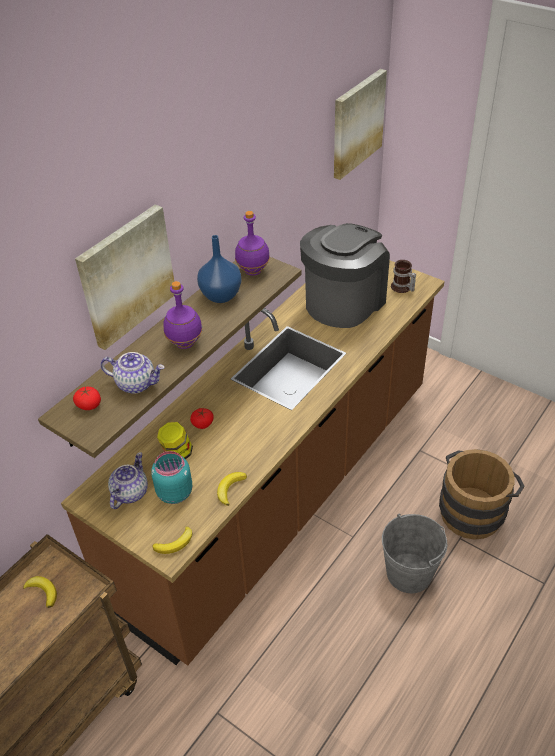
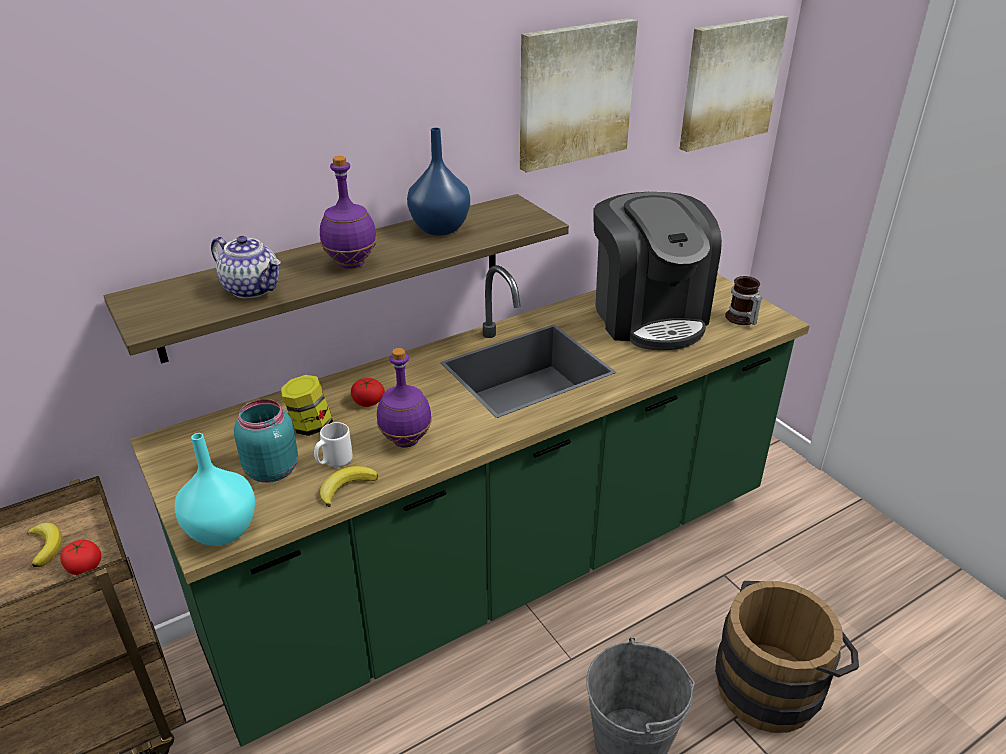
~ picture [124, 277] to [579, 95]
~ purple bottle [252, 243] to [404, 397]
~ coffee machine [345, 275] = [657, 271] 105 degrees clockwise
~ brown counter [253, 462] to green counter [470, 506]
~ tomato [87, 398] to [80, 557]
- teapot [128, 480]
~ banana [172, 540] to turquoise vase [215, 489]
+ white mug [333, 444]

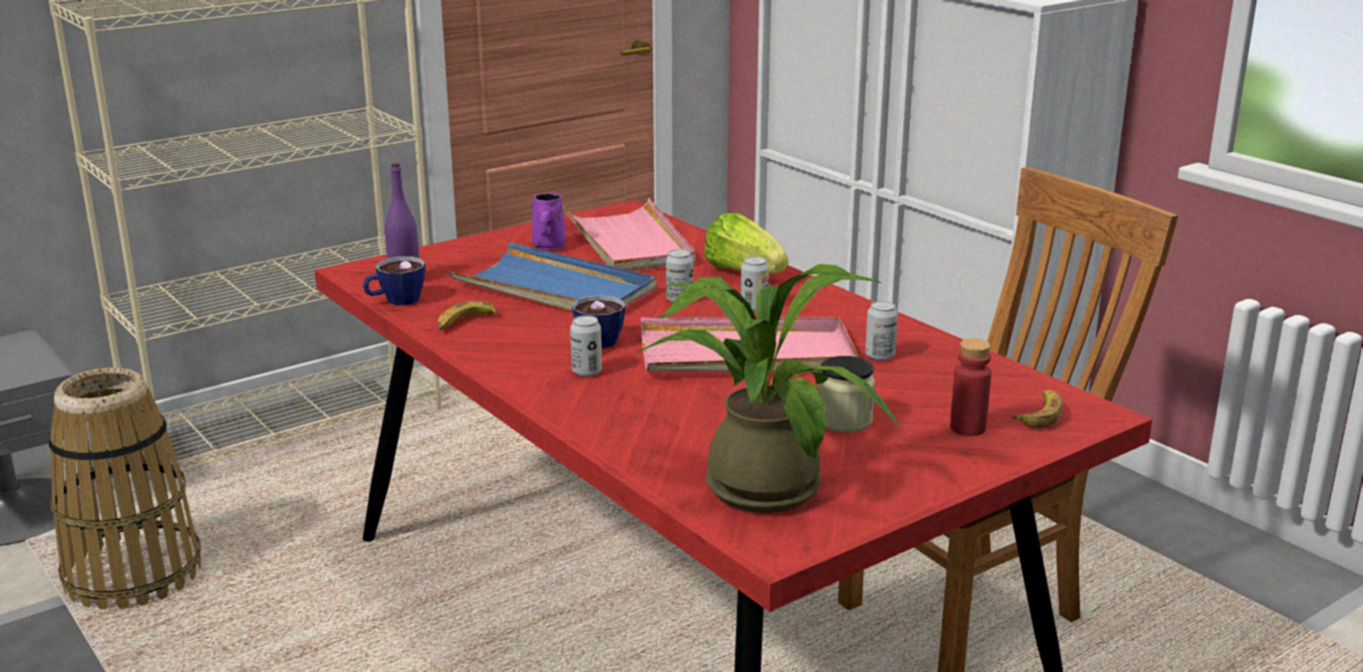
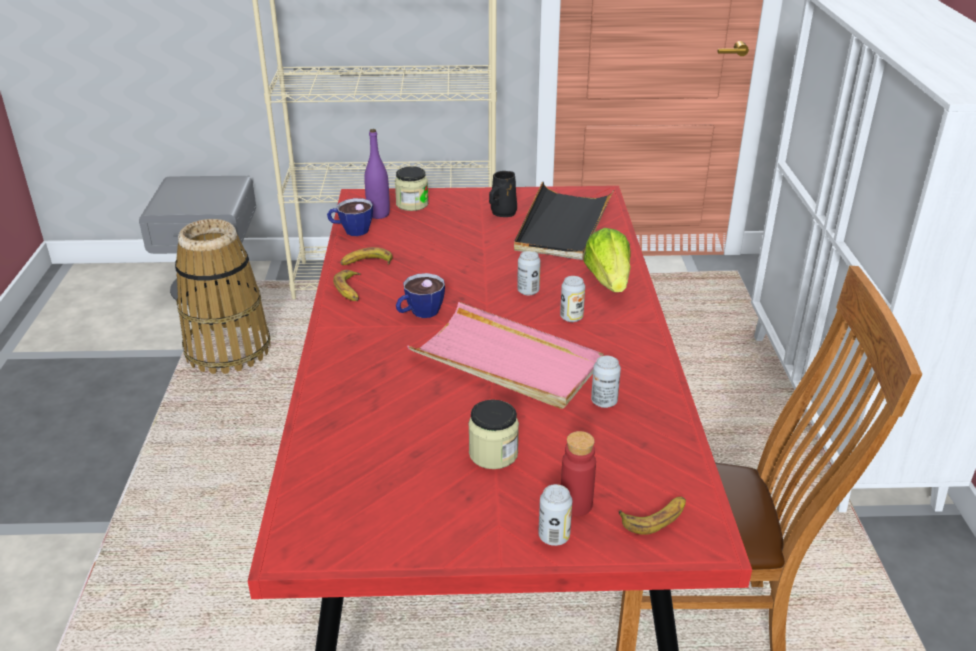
~ purple mug [549, 222] to black mug [503, 194]
~ pink tray [629, 234] to black tray [564, 220]
- blue tray [552, 276]
- potted plant [767, 388]
~ can [586, 346] to [555, 515]
+ jar [412, 188]
+ banana [347, 285]

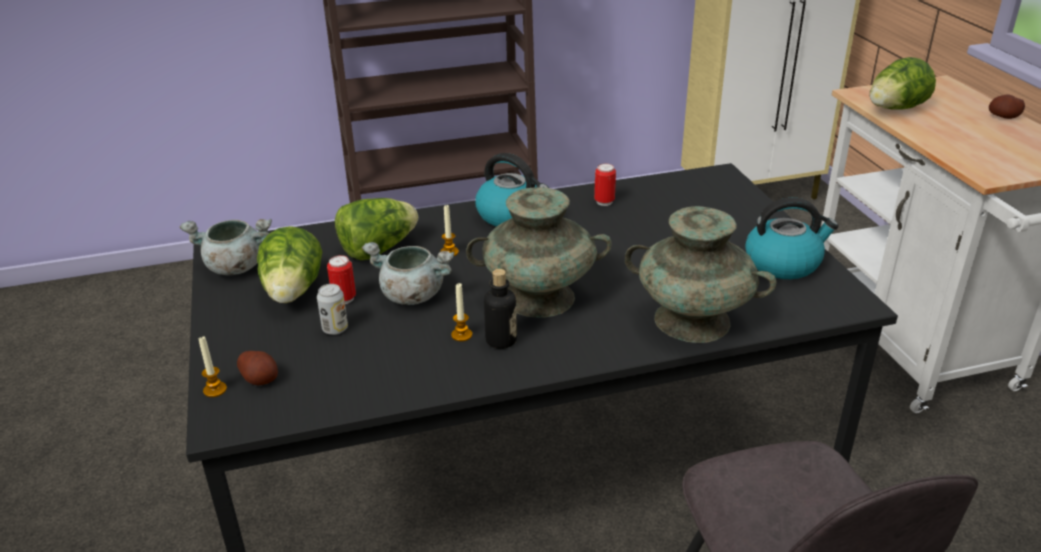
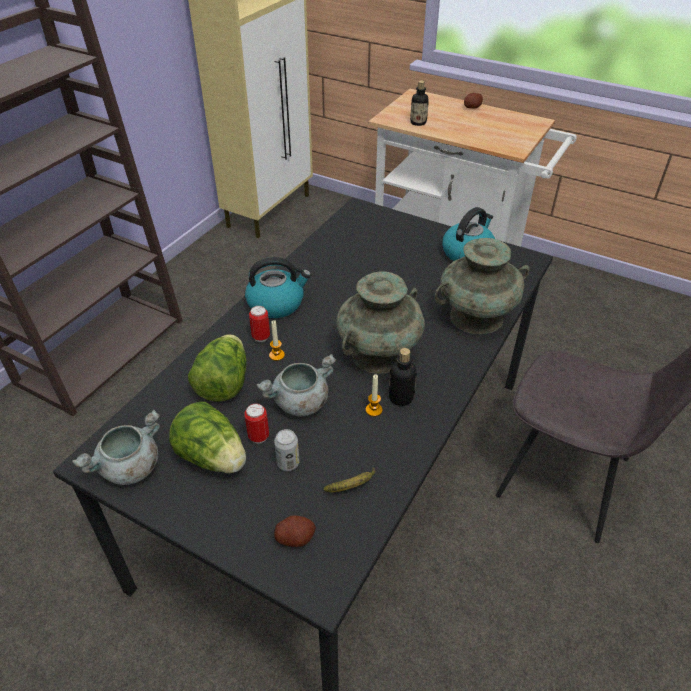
~ lettuce [903, 83] to bottle [419, 103]
~ can [605, 185] to [259, 324]
- candle [213, 366]
+ banana [350, 480]

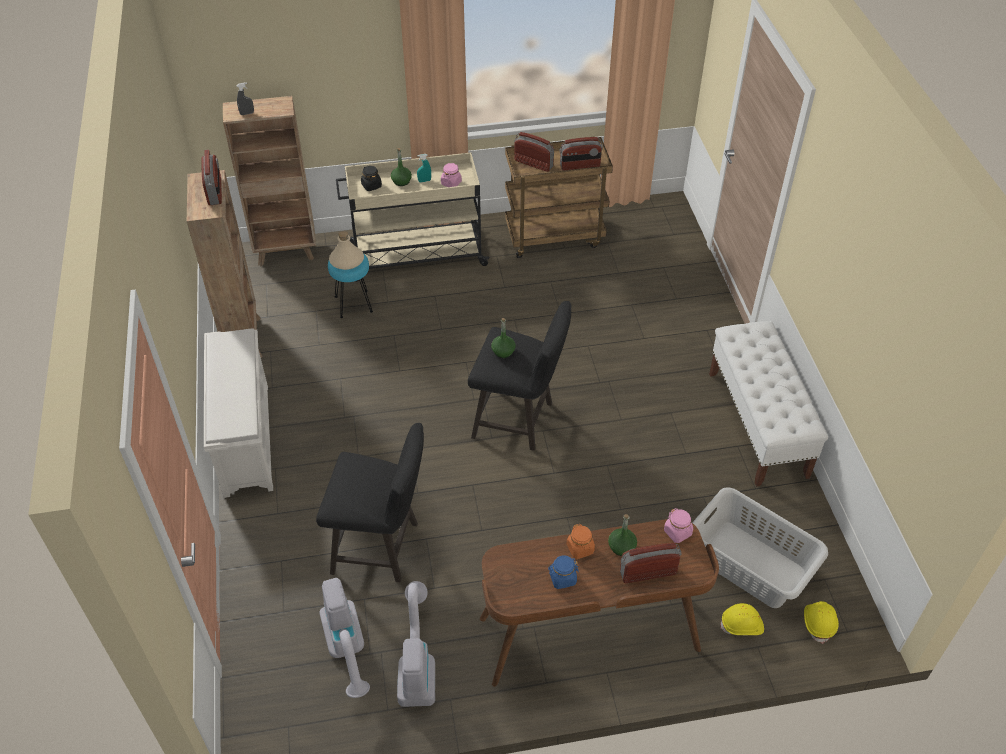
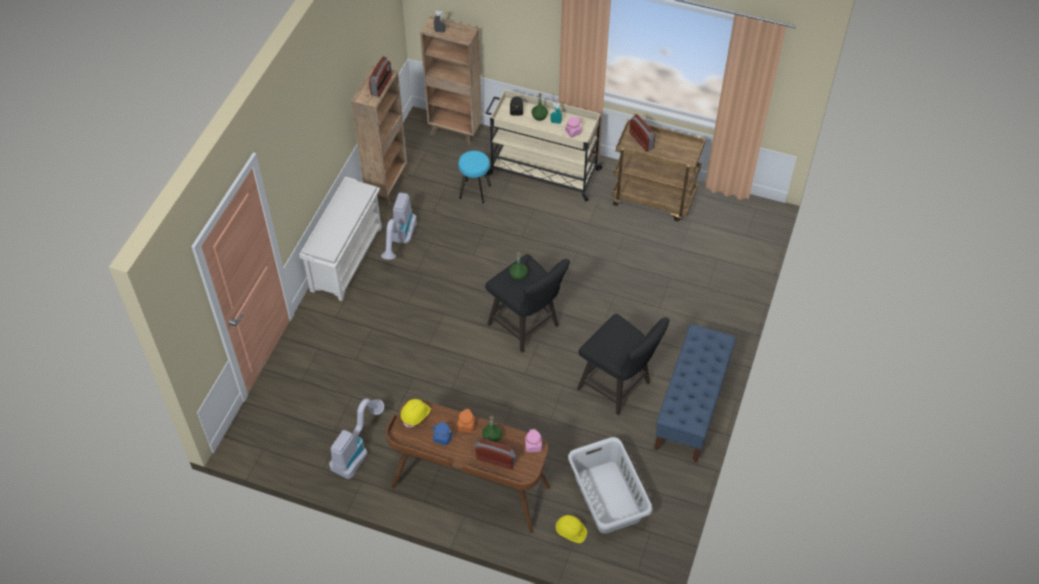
- radio [581, 154]
- beige bottle [346, 250]
~ white bench [768, 404] to blue bench [695, 393]
~ black stool [370, 502] to [623, 364]
~ vacuum cleaner [345, 638] to [399, 226]
~ yellow hard hat [821, 622] to [416, 413]

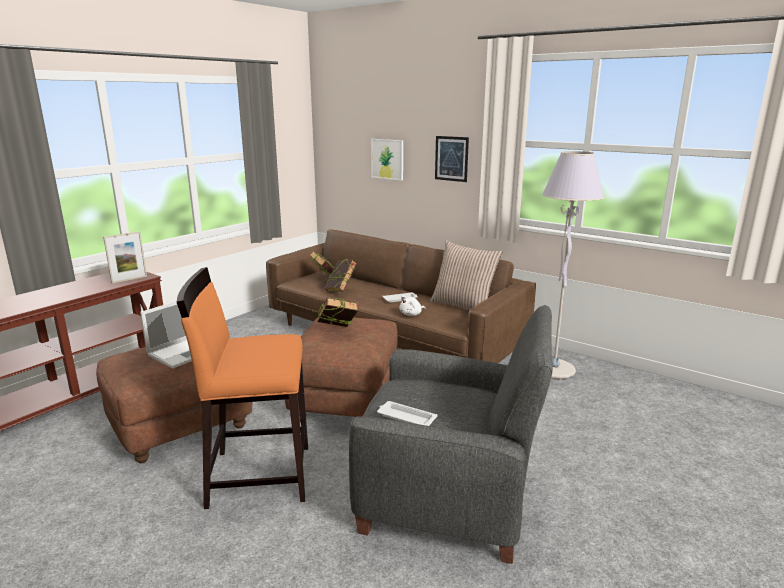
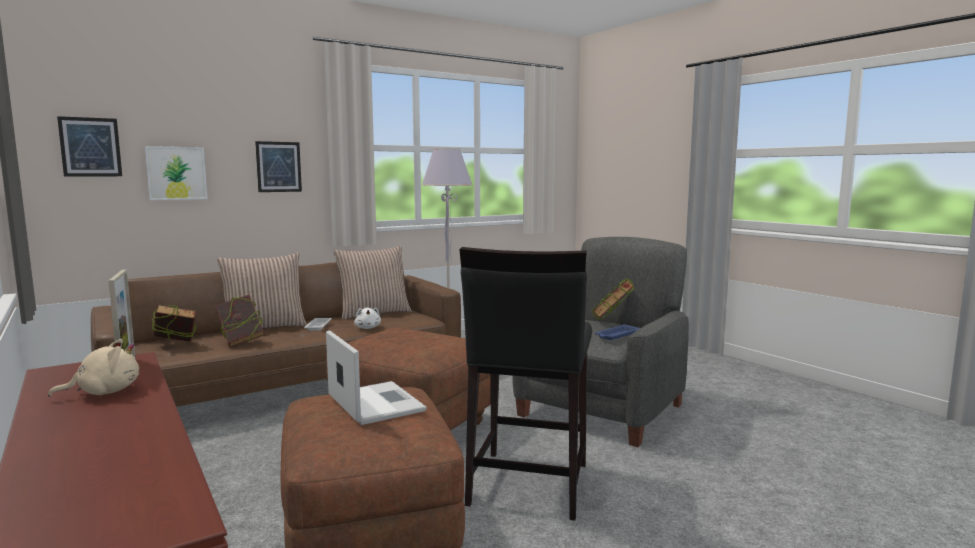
~ orange stool [242, 388] to black stool [525, 383]
~ book [338, 312] to [613, 299]
~ white tray [407, 413] to blue tray [617, 332]
+ picture [89, 146]
+ pillow [262, 292]
+ beige plush toy [93, 368]

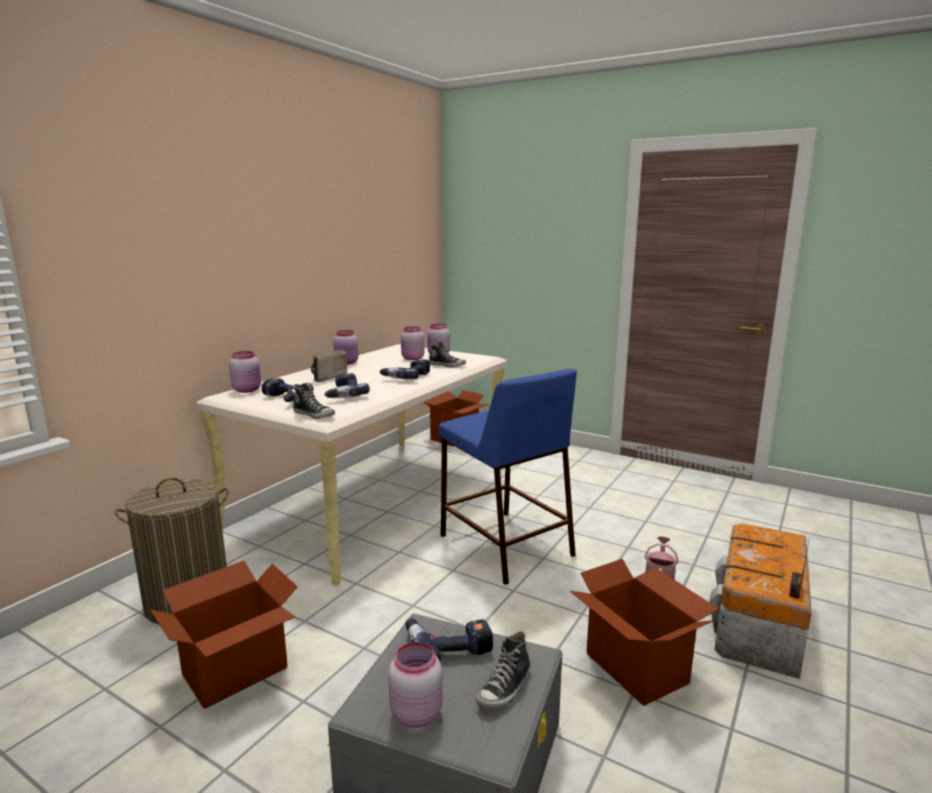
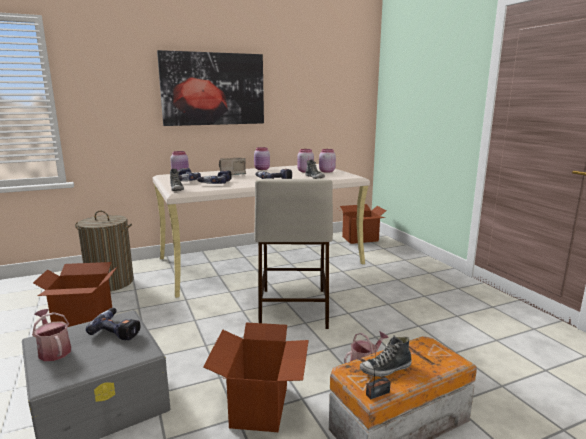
~ blue stool [508, 477] to beige stool [293, 253]
~ shoe [503, 670] to [386, 356]
~ pink jar [415, 685] to watering can [51, 335]
+ picture [210, 88]

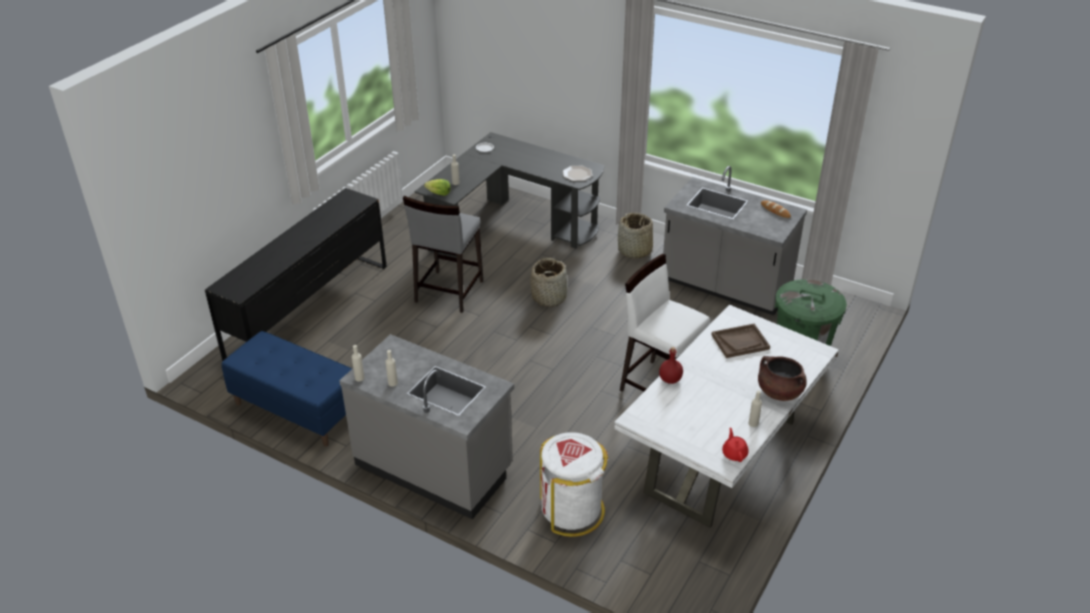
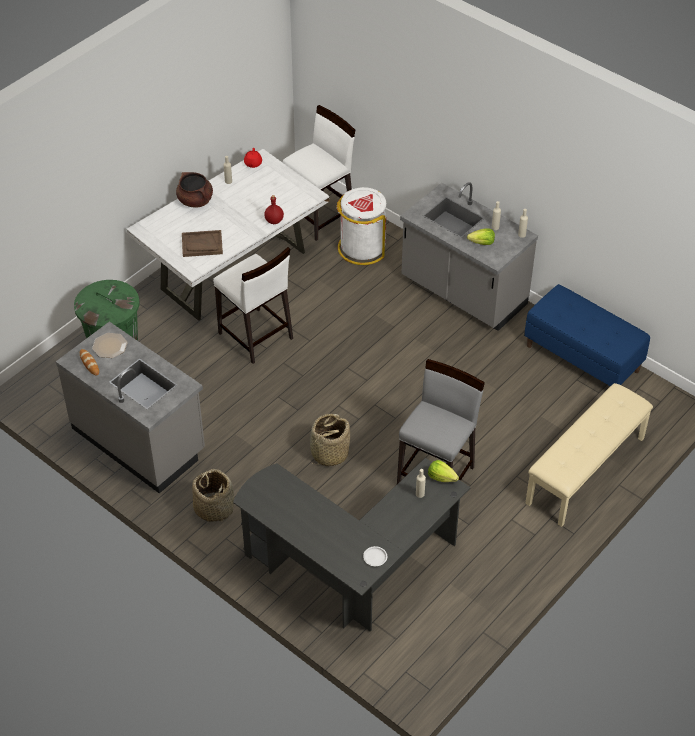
~ plate [577, 173] to [110, 345]
~ black dresser [296, 274] to beige bench [589, 455]
+ white stool [319, 173]
+ lettuce [481, 236]

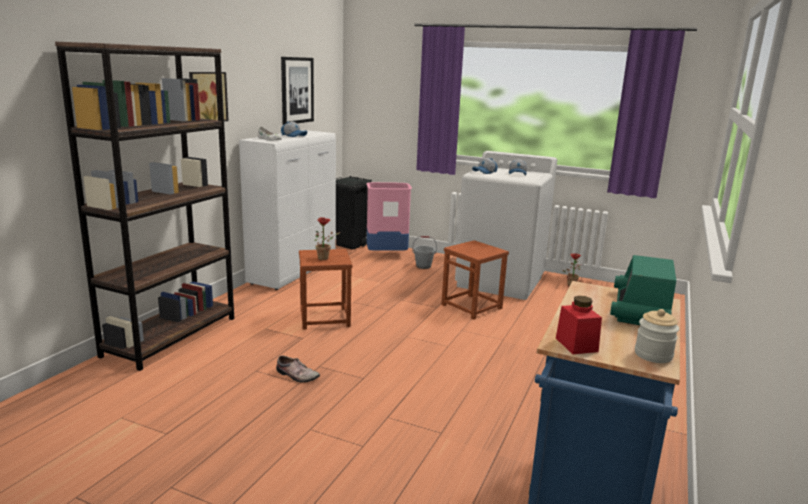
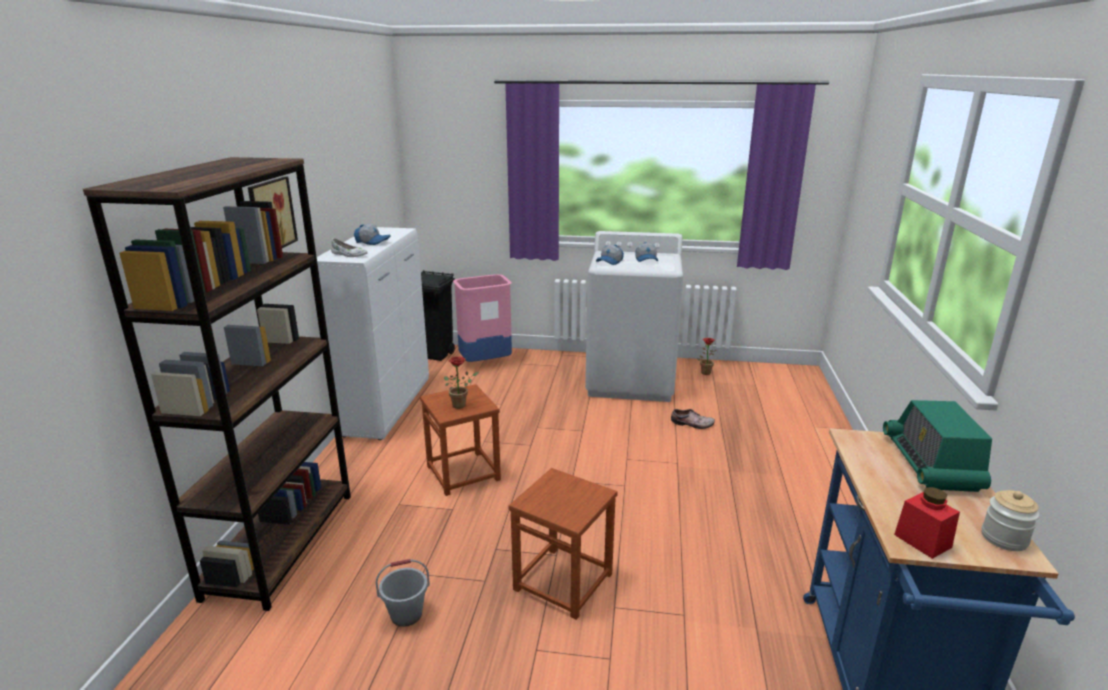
- picture [297, 91]
~ grey bucket [424, 252] to [403, 593]
~ brown stool [475, 279] to [563, 544]
~ shoe [298, 369] to [693, 419]

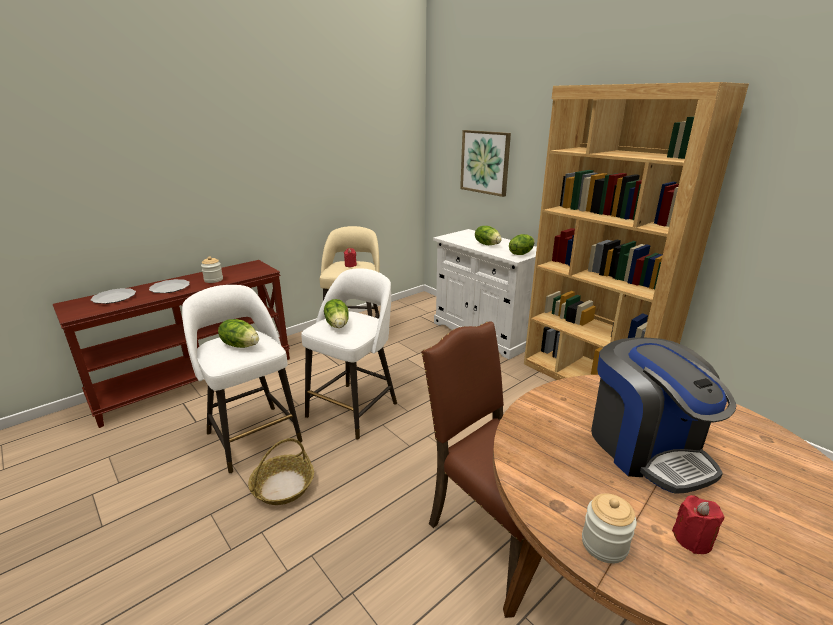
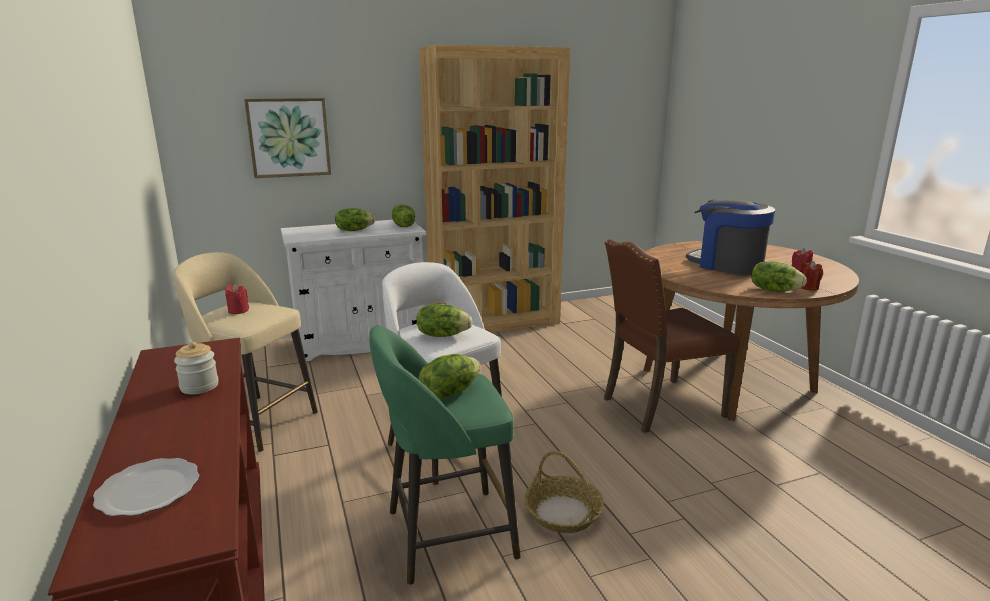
- plate [169, 286]
~ white stool [242, 379] to green stool [445, 455]
~ coffee machine [664, 416] = [730, 237] 135 degrees counterclockwise
~ jar [609, 528] to red candle [811, 276]
+ lettuce [779, 276]

